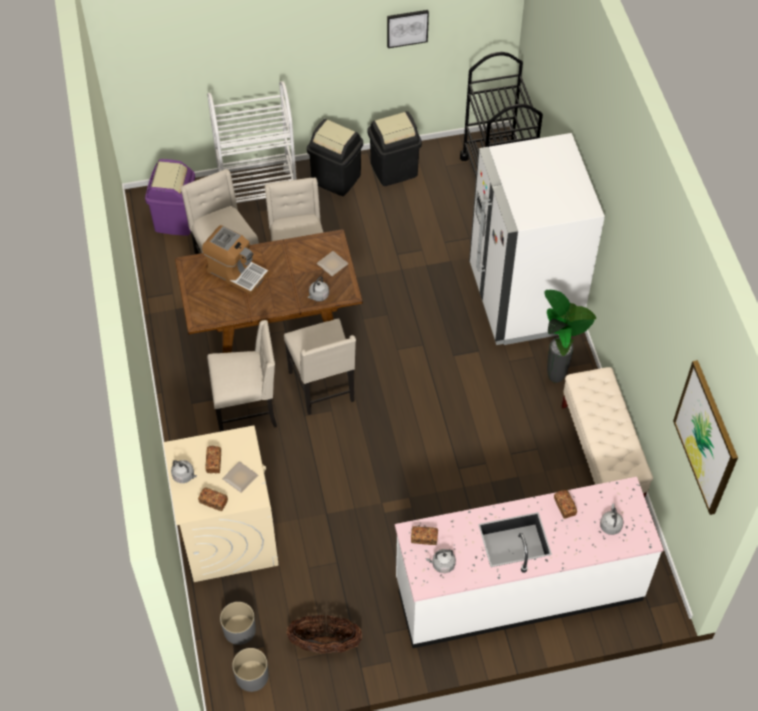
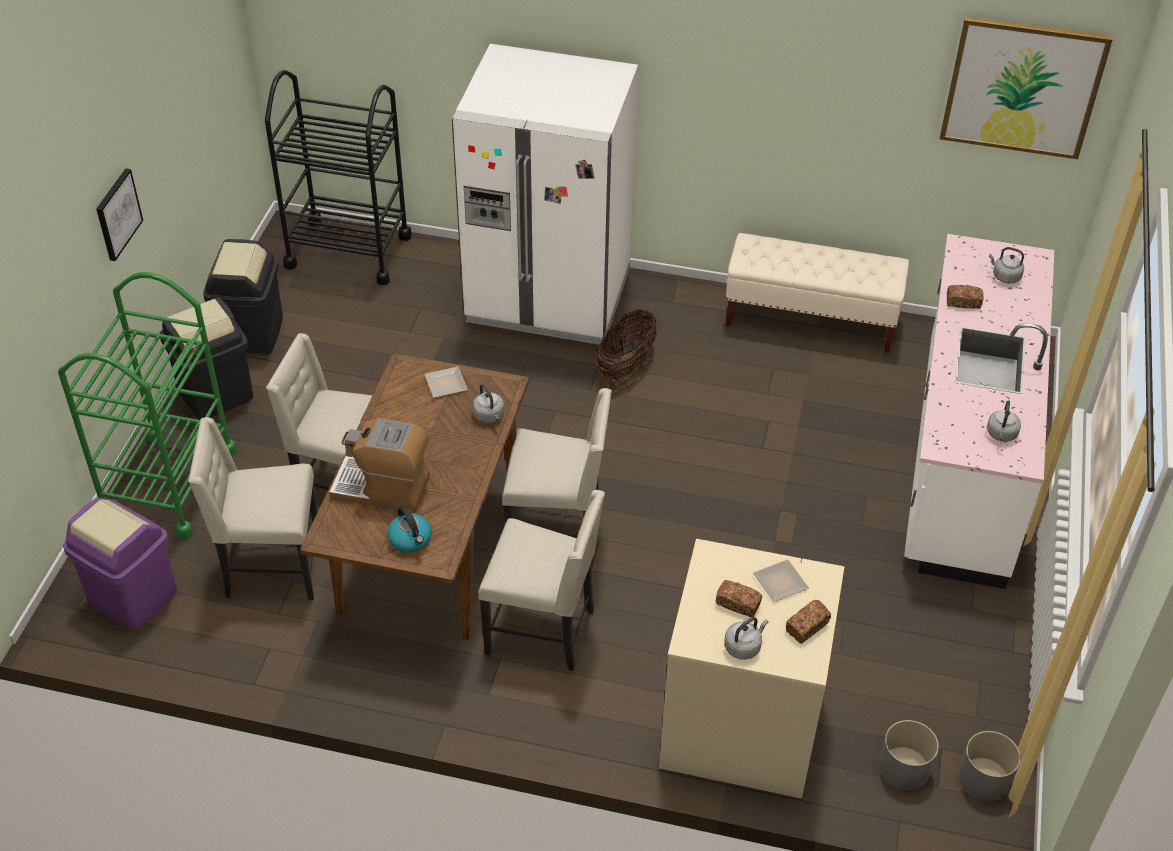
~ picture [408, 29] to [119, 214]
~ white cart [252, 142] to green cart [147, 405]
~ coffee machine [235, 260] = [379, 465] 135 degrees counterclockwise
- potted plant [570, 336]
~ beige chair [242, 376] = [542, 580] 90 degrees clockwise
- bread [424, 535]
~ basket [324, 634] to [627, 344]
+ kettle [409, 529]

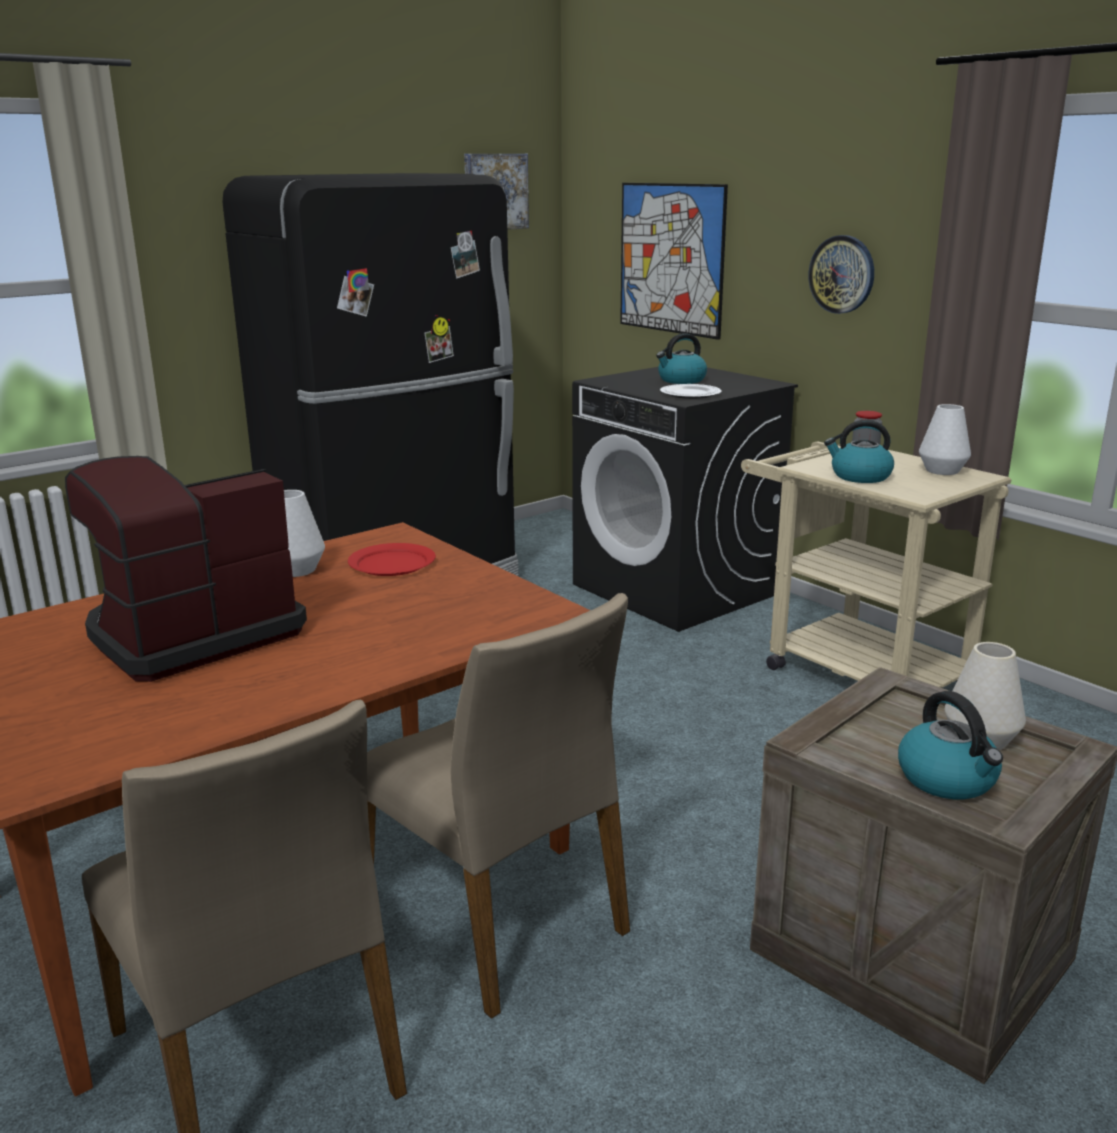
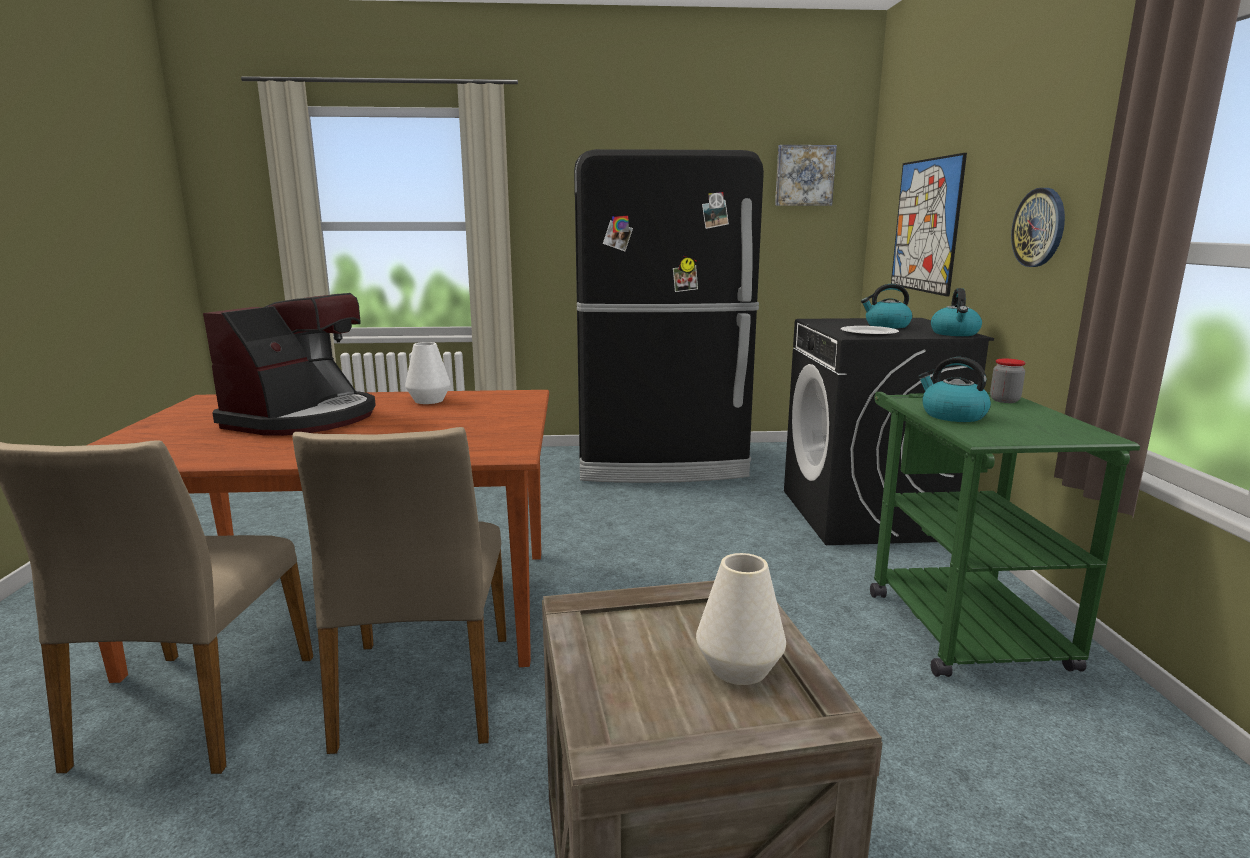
- white vase [945, 439]
~ beige cart [876, 565] to green cart [1005, 534]
~ coffee machine [186, 569] = [289, 364] 120 degrees clockwise
- red plate [392, 559]
~ kettle [950, 745] to [956, 312]

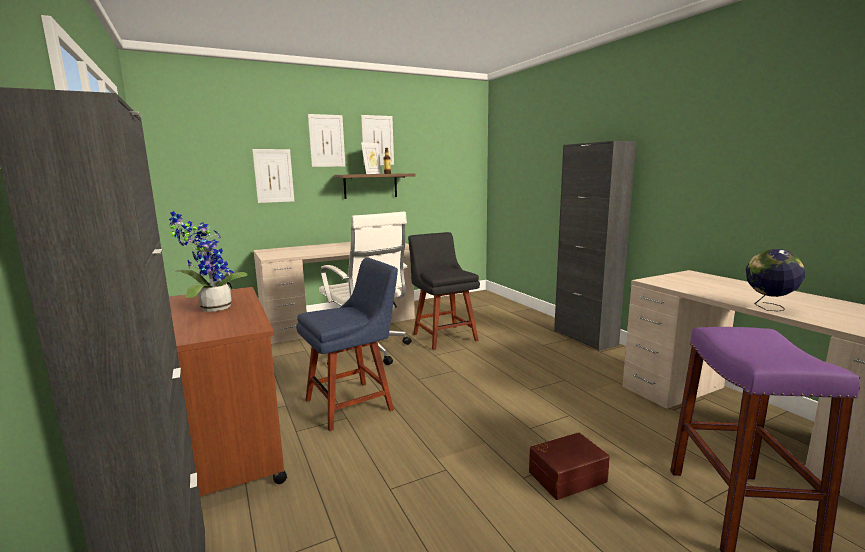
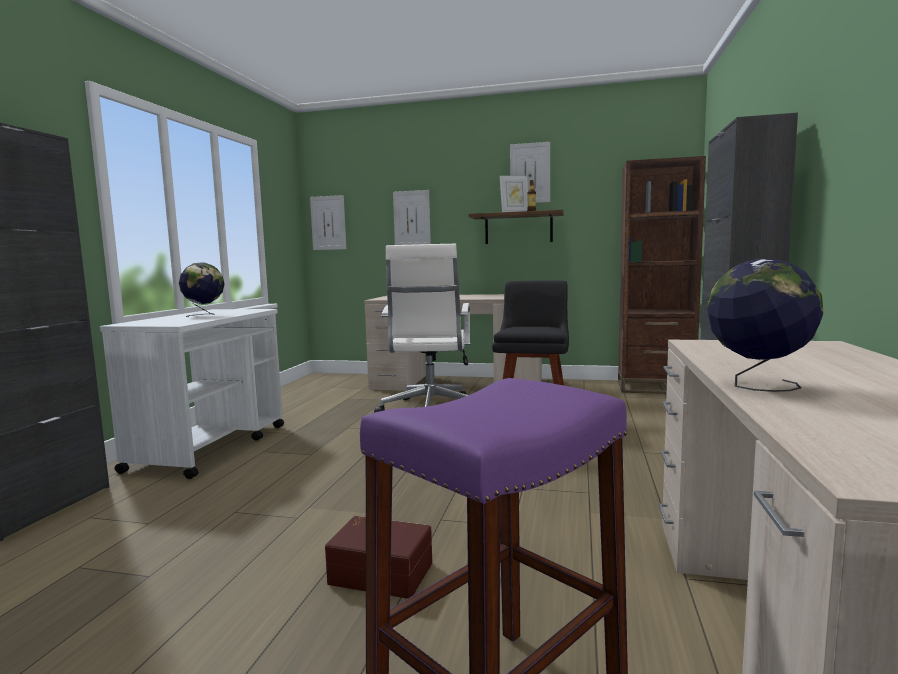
~ picture [326, 140] to [328, 222]
~ potted plant [208, 261] to globe [201, 289]
- blue chair [347, 344]
~ brown cart [228, 391] to white cart [192, 394]
+ brown bookcase [662, 275]

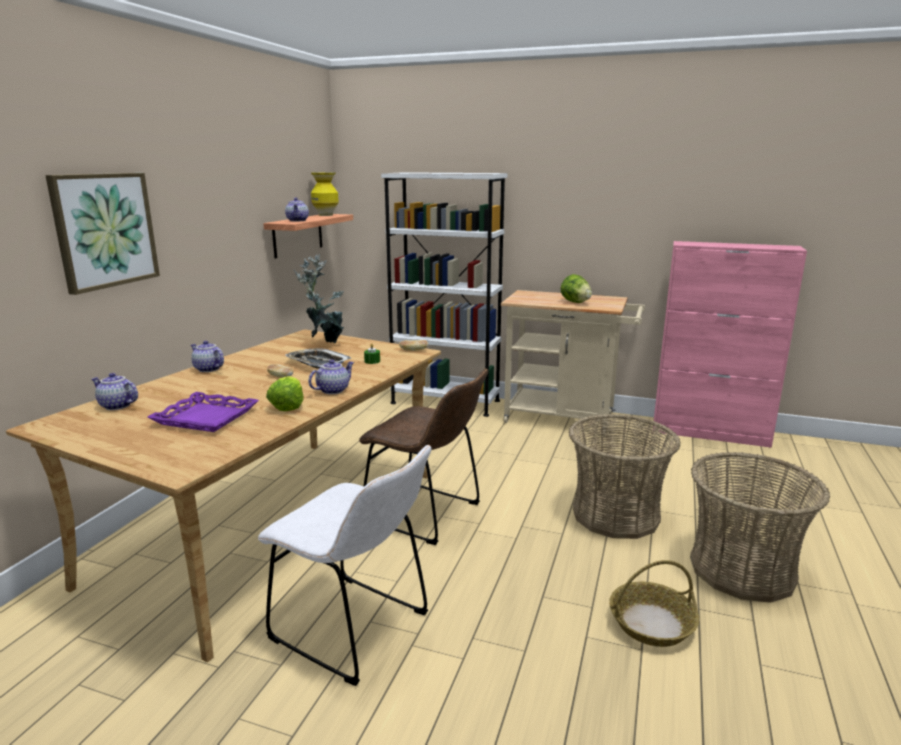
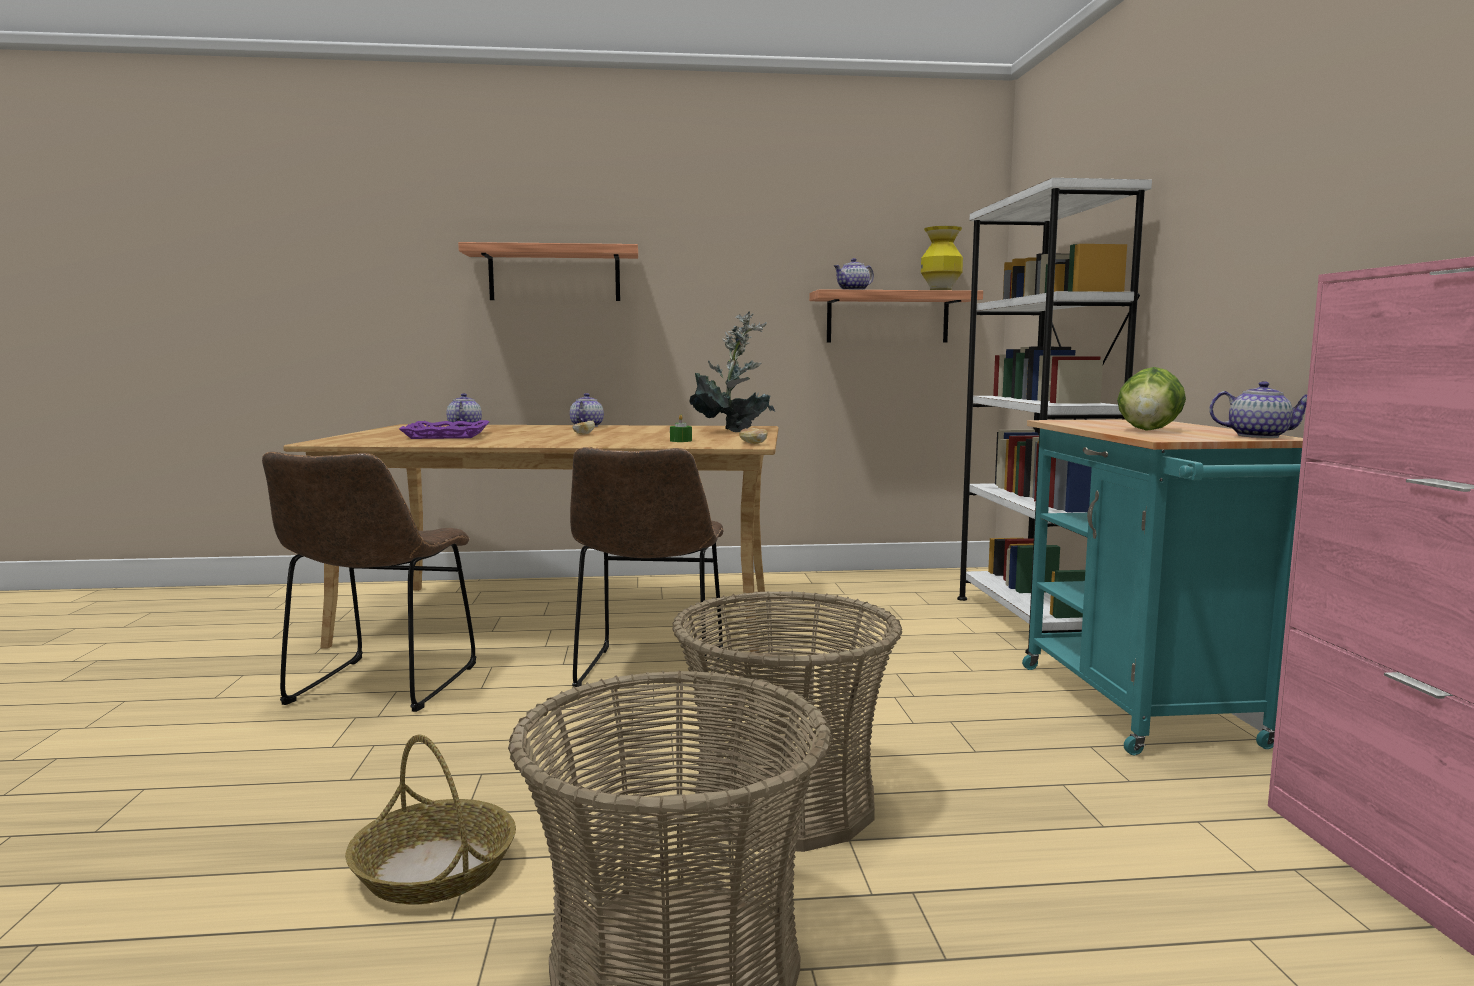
~ picture [102, 234] to shelf [548, 271]
~ beige cart [573, 363] to turquoise cart [1162, 587]
- tray [318, 358]
~ teapot [331, 377] to [1258, 409]
- lettuce [285, 393]
~ white chair [345, 565] to brown chair [369, 582]

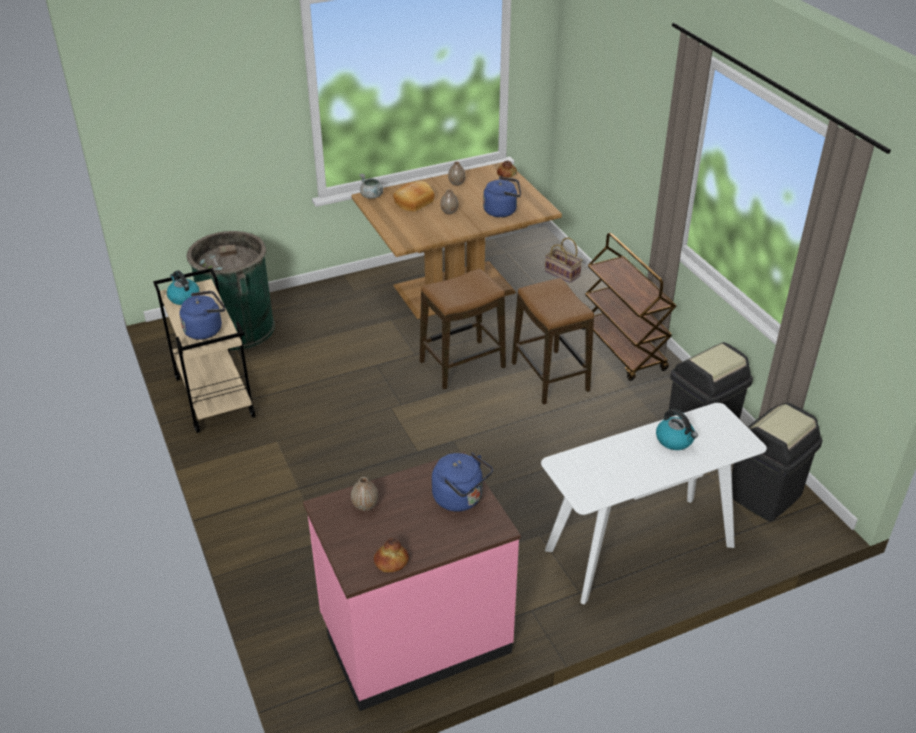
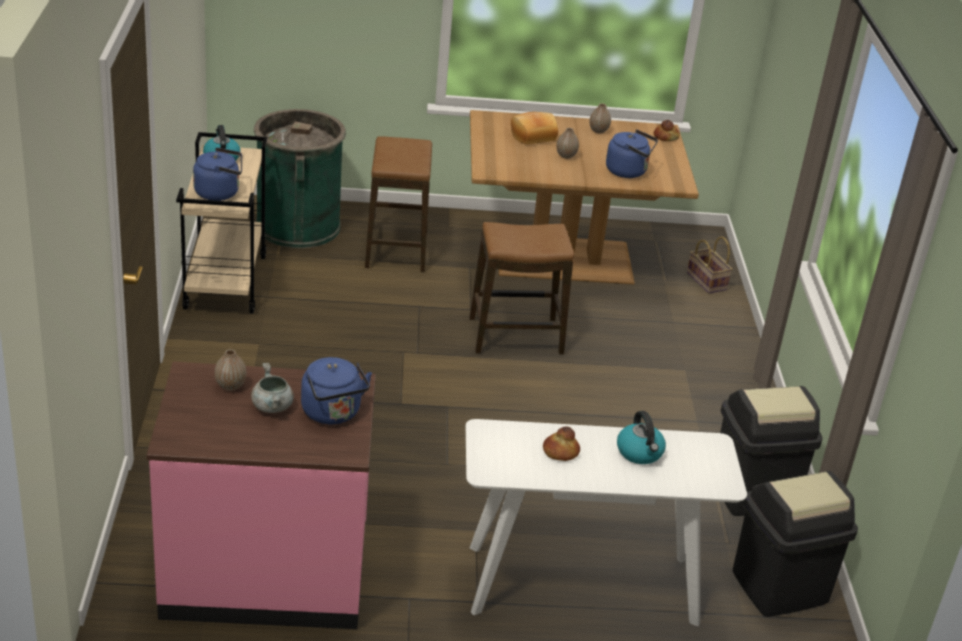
~ grey cooking pot [371, 186] to [272, 388]
- brown cart [629, 307]
~ stool [553, 341] to [398, 204]
~ bread [391, 555] to [561, 443]

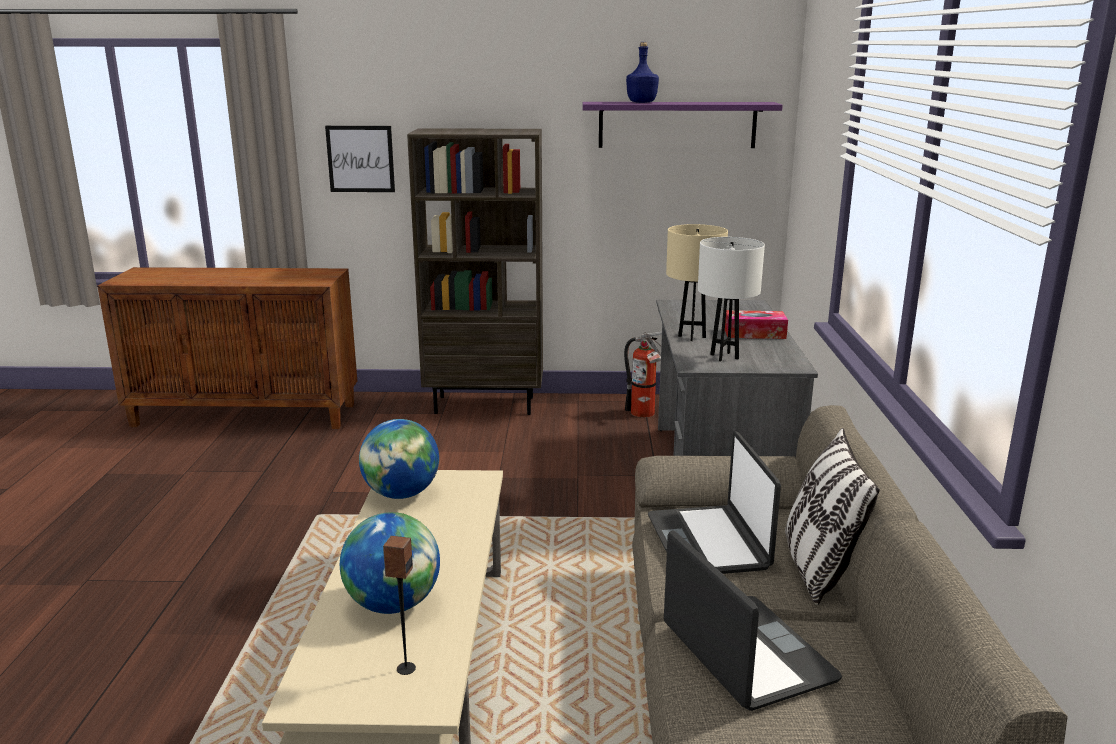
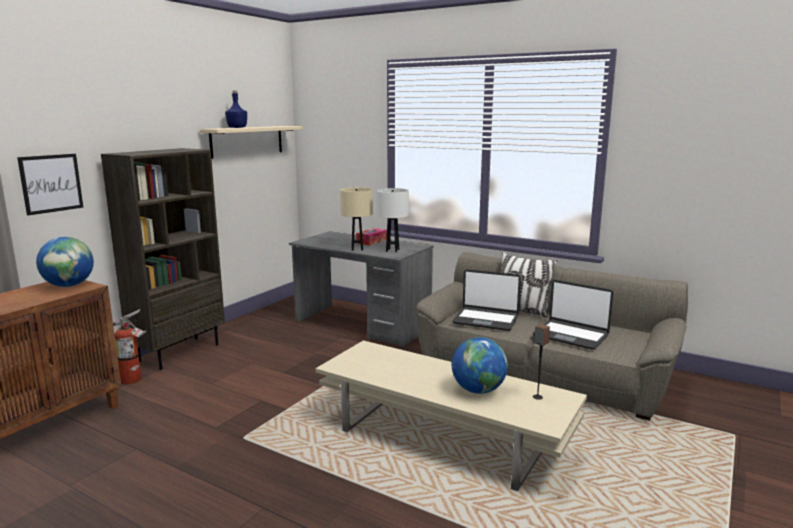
~ purple shelf [682, 125] to beige shelf [251, 142]
~ fire extinguisher [643, 375] to [129, 347]
~ globe [399, 459] to [65, 262]
~ laptop [753, 620] = [573, 315] 150 degrees counterclockwise

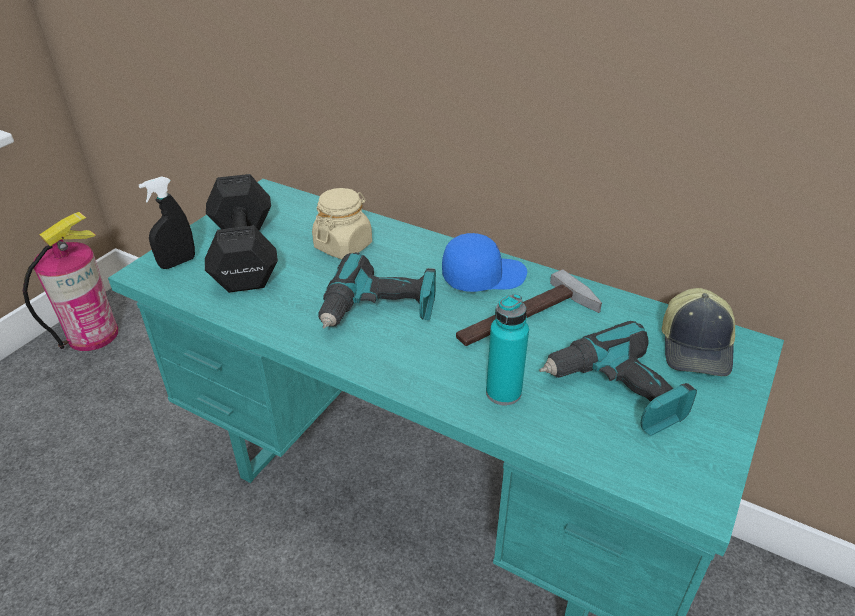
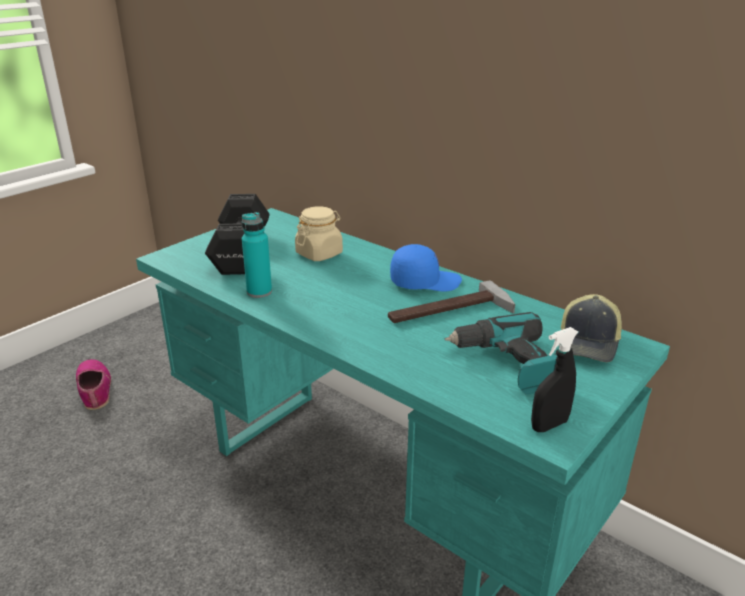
~ black spray bottle [167, 222] to [554, 379]
- fire extinguisher [70, 281]
- power drill [377, 290]
~ turquoise bottle [507, 349] to [257, 255]
+ shoe [93, 384]

